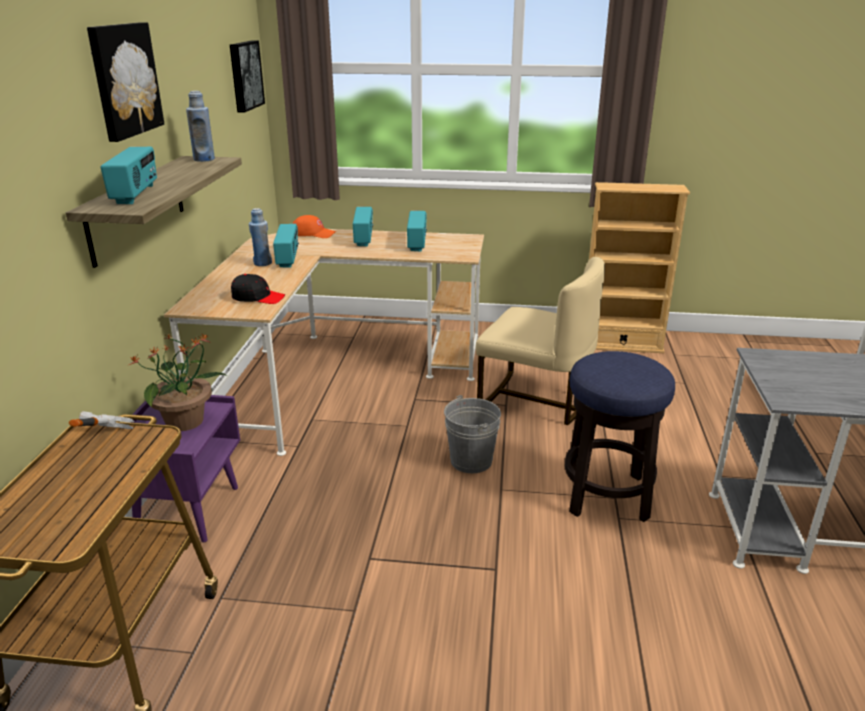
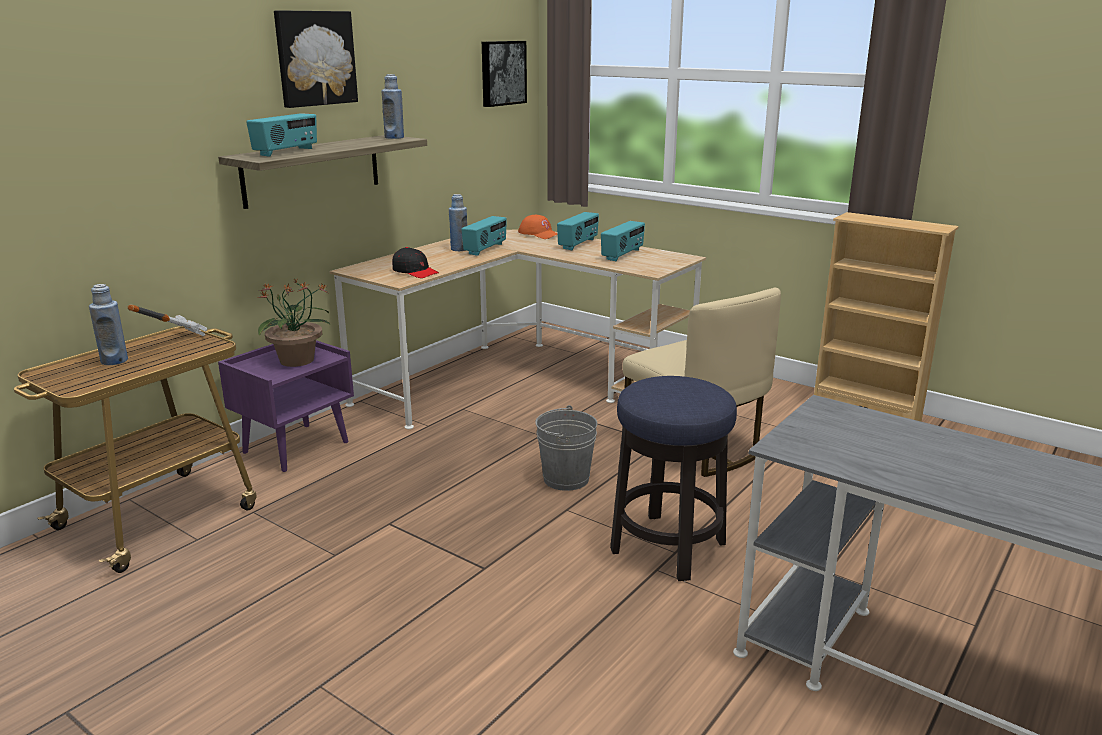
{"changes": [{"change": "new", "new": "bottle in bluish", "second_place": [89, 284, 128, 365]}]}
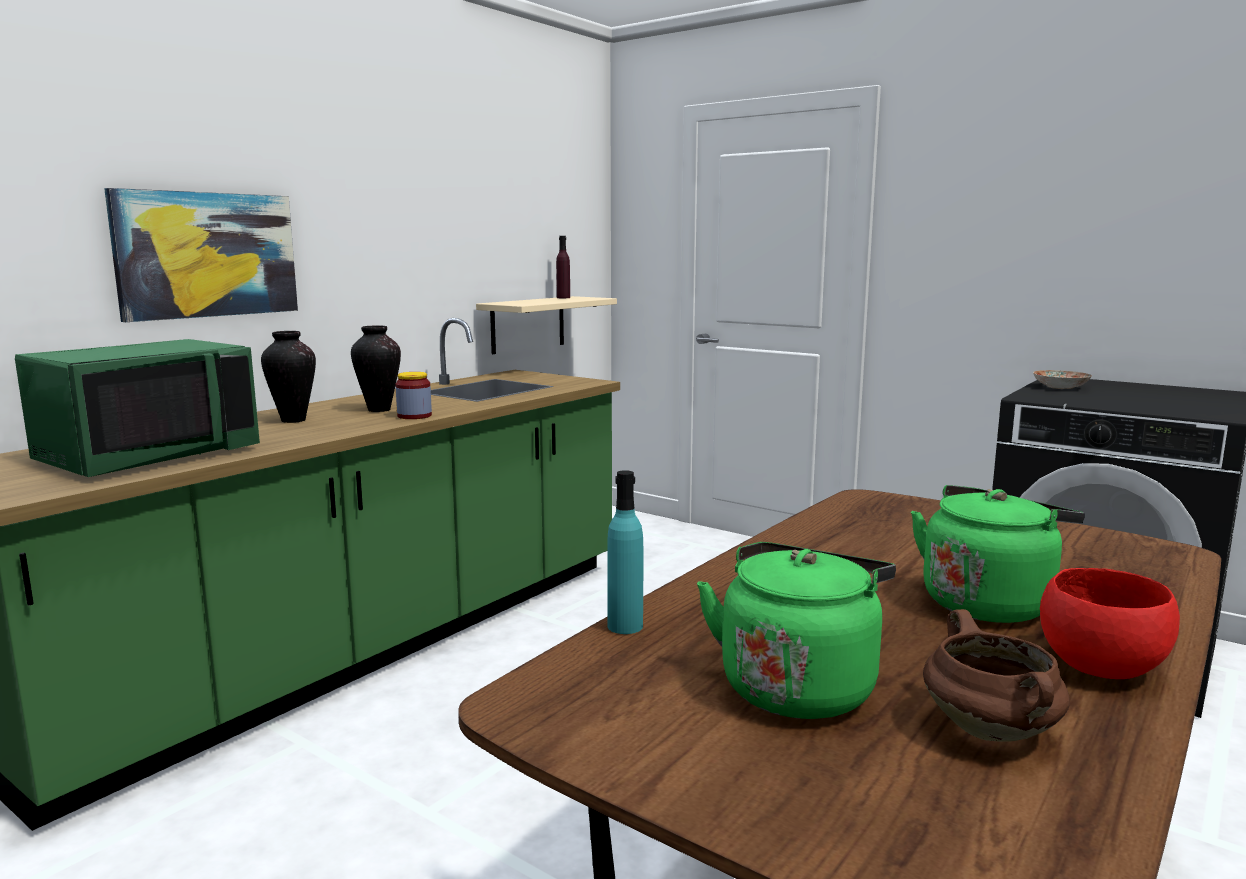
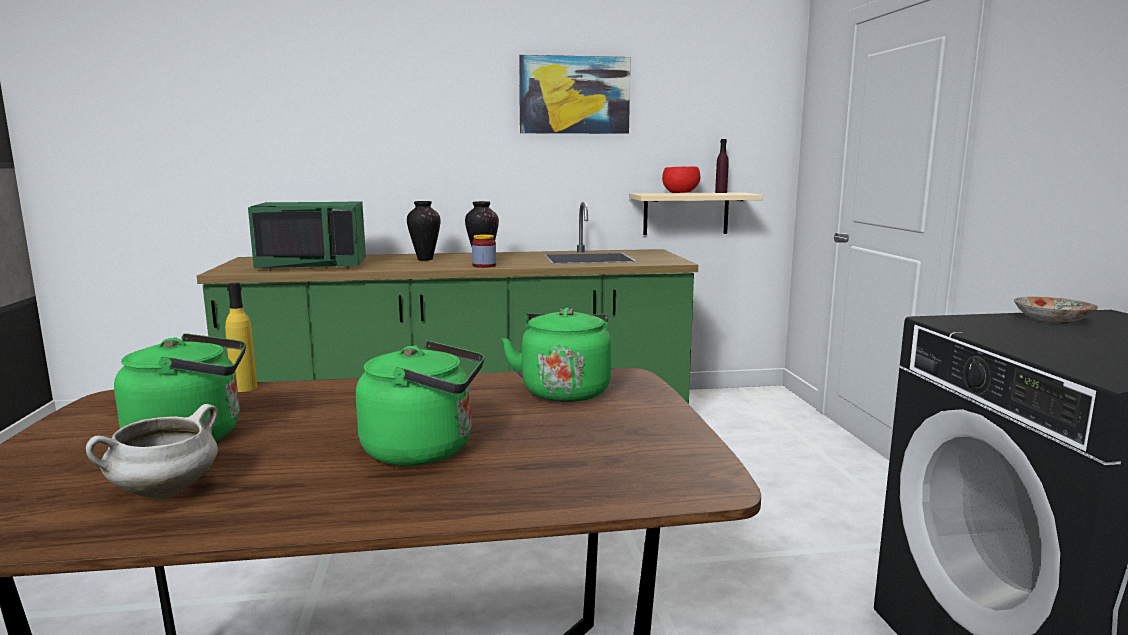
{"changes": [{"change": "new", "new": "tea kettle in greenish", "second_place": [502, 308, 612, 402]}, {"change": "shifted", "old": "picture", "first_place": [104, 188, 298, 322], "second_place": [519, 55, 630, 134]}, {"change": "shifted", "old": "deep dish in reddish", "first_place": [1040, 568, 1180, 679], "second_place": [662, 166, 700, 193]}, {"change": "repainted", "old": "bottle in turquoise", "new": "bottle in yellow", "first_place": [607, 470, 643, 634], "second_place": [225, 283, 257, 392]}, {"change": "repainted", "old": "saucepot in brown-coloured", "new": "saucepot in white", "first_place": [923, 609, 1070, 742], "second_place": [86, 404, 218, 498]}]}
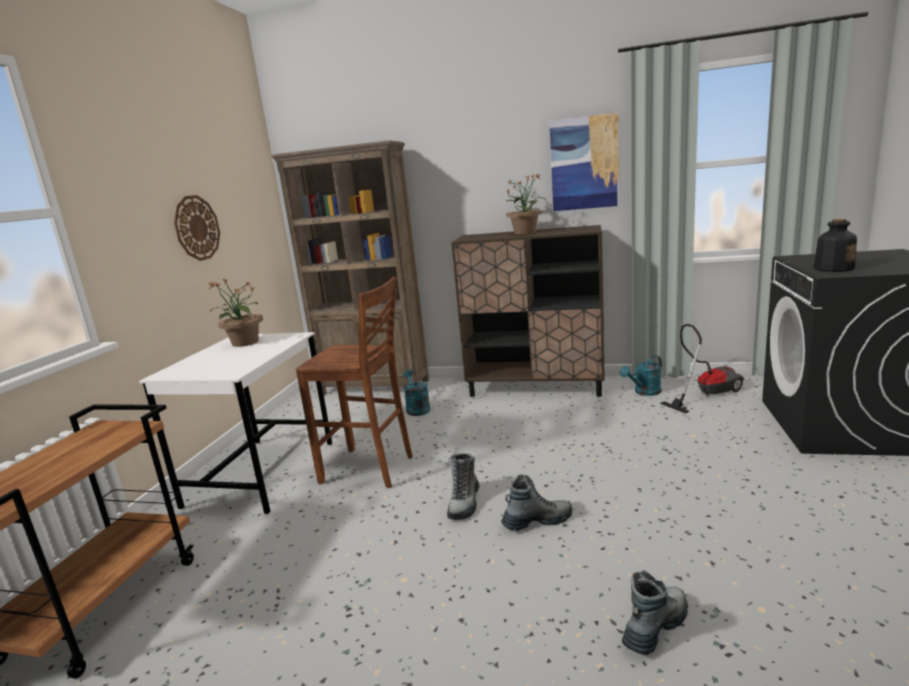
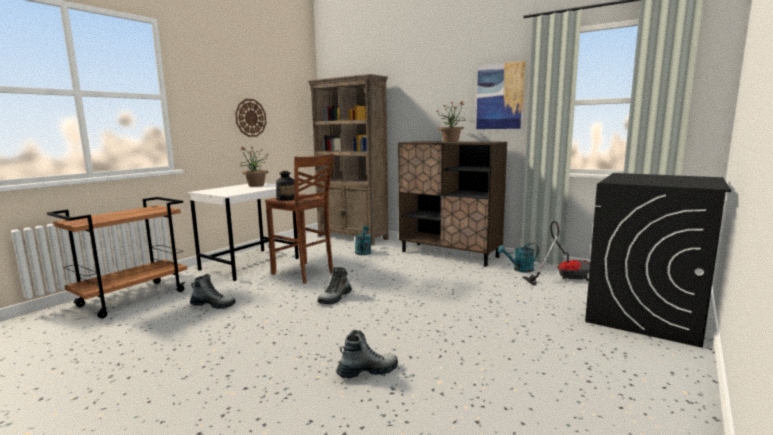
{"changes": [{"change": "shifted", "old": "high-top boot", "first_place": [501, 474, 572, 531], "second_place": [190, 274, 236, 309]}, {"change": "shifted", "old": "bottle", "first_place": [813, 219, 857, 272], "second_place": [276, 171, 294, 201]}]}
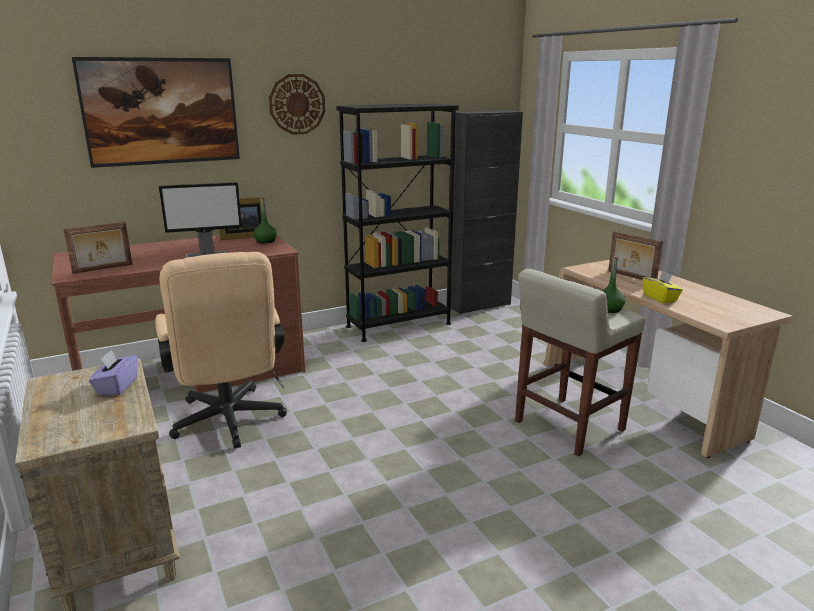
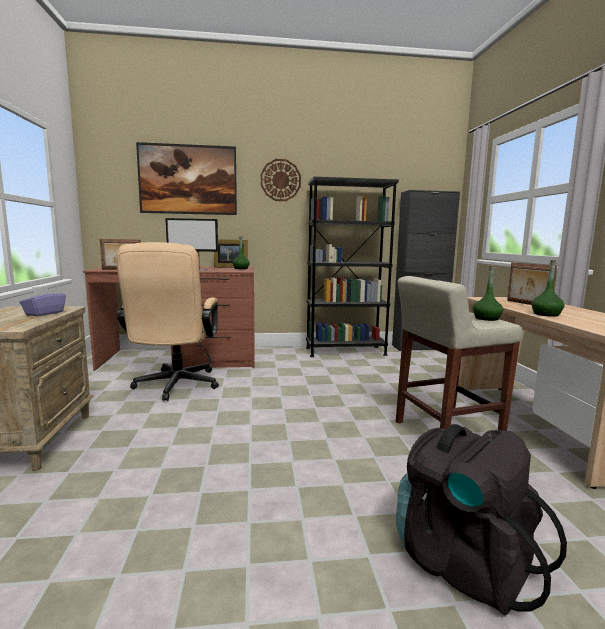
{"changes": [{"change": "new", "new": "backpack in black", "second_place": [396, 424, 567, 616]}, {"change": "swapped", "old": "tissue holder in yellow", "new": "bottle in greenish", "first_place": [643, 271, 683, 304], "second_place": [531, 260, 565, 317]}]}
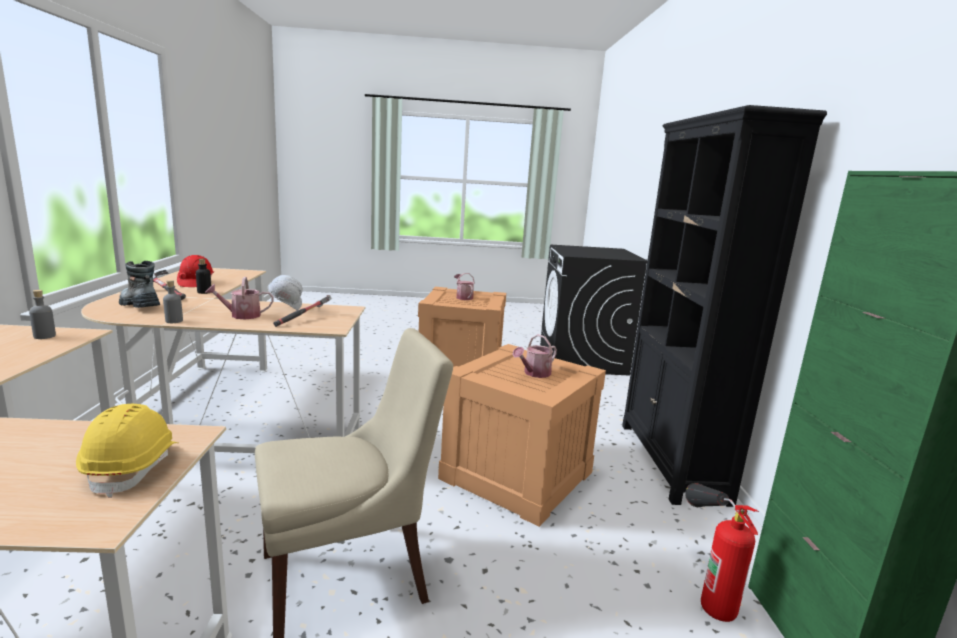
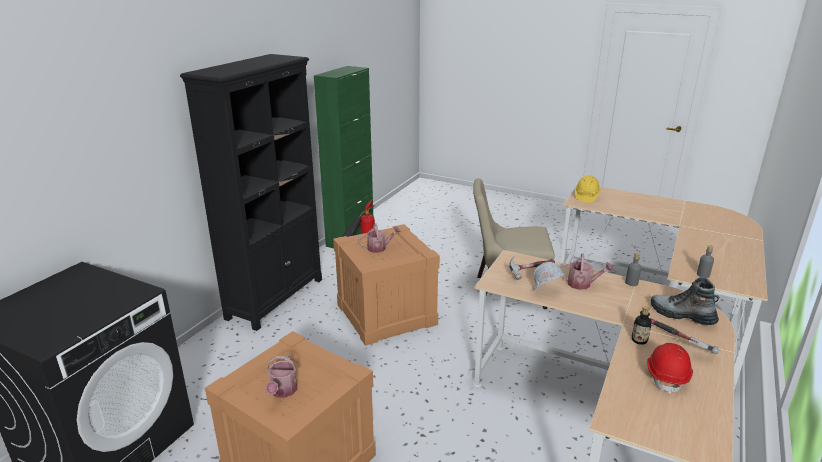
{"changes": [{"change": "rotated", "old": "high-top boot", "first_place": [119, 261, 160, 308], "second_place": [651, 277, 719, 325], "degrees": 150}]}
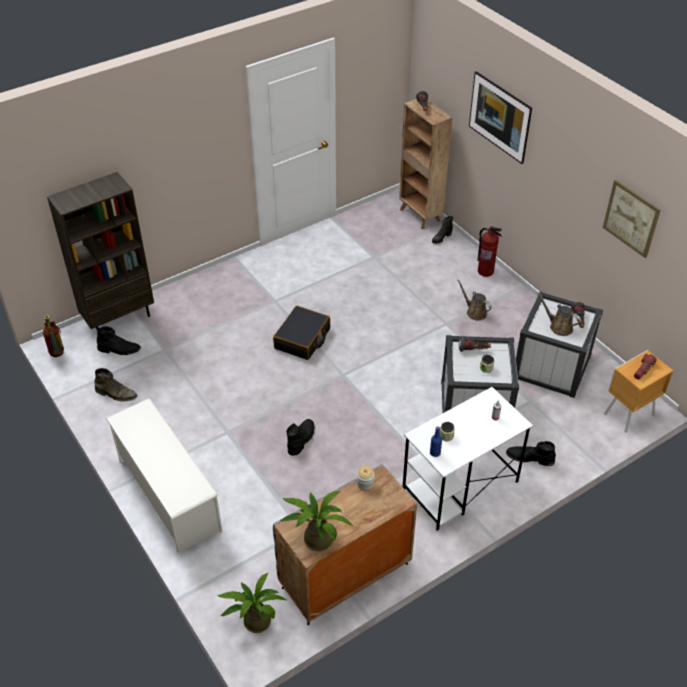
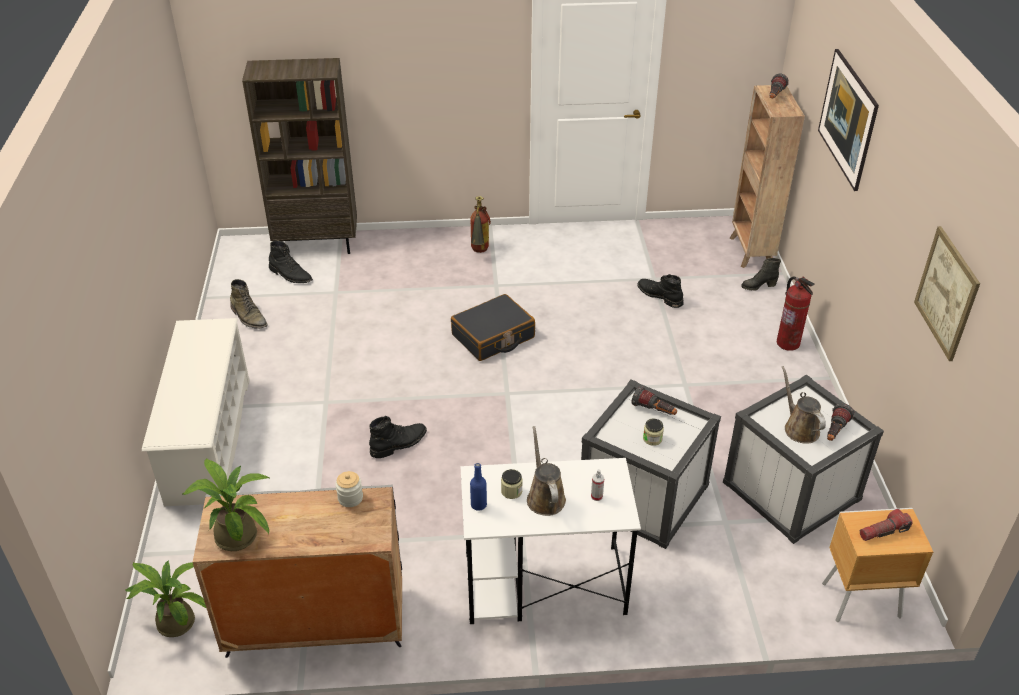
{"changes": [{"change": "shifted", "old": "extinguisher", "first_place": [43, 315, 64, 357], "second_place": [470, 196, 491, 253]}, {"change": "shifted", "old": "sprinkling can in brown-coloured", "first_place": [457, 280, 492, 320], "second_place": [527, 426, 566, 516]}, {"change": "shifted", "old": "high-top boot in black", "first_place": [506, 441, 556, 466], "second_place": [637, 274, 684, 308]}]}
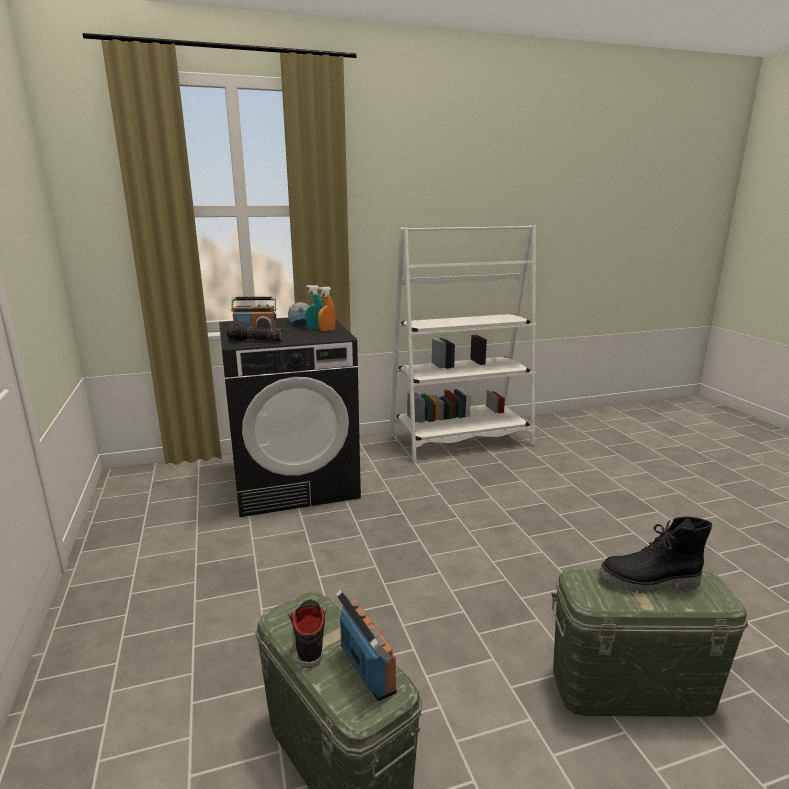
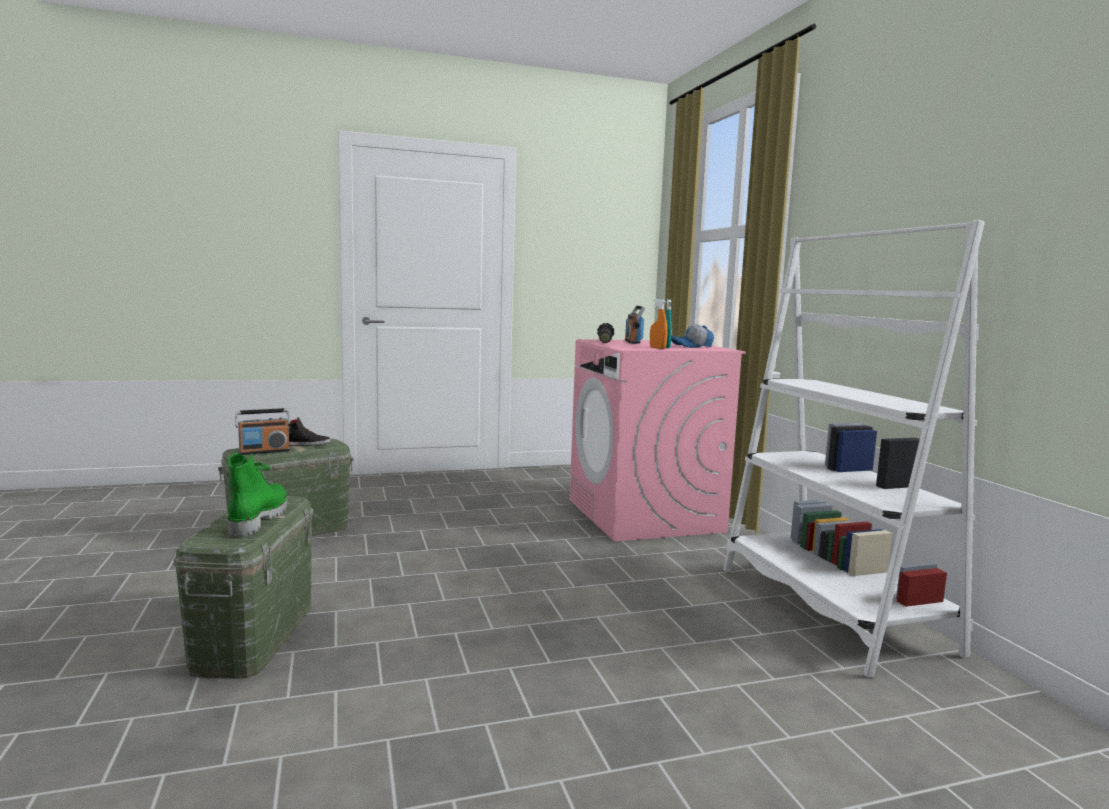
{"changes": [{"change": "repainted", "old": "laundry machine in black", "new": "laundry machine in pink", "first_place": [219, 318, 361, 517], "second_place": [570, 339, 746, 541]}, {"change": "repainted", "old": "high-top boot in black", "new": "high-top boot in greenish", "first_place": [599, 516, 713, 593], "second_place": [228, 452, 288, 537]}]}
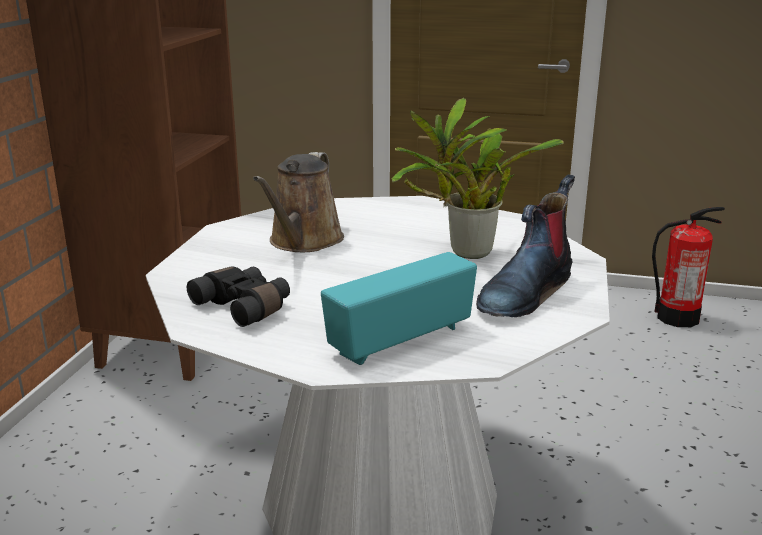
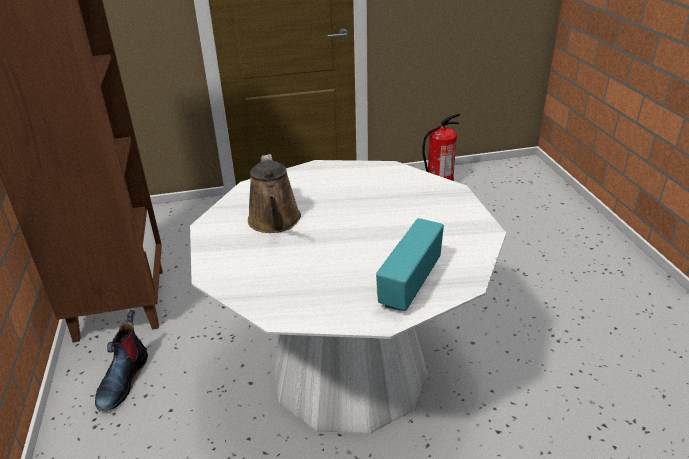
{"changes": [{"change": "gone", "old": "field glasses in black", "first_place": [187, 266, 290, 327]}, {"change": "gone", "old": "potted plant", "first_place": [392, 98, 564, 259]}, {"change": "shifted", "old": "high-top boot", "first_place": [476, 174, 575, 317], "second_place": [95, 310, 148, 411]}]}
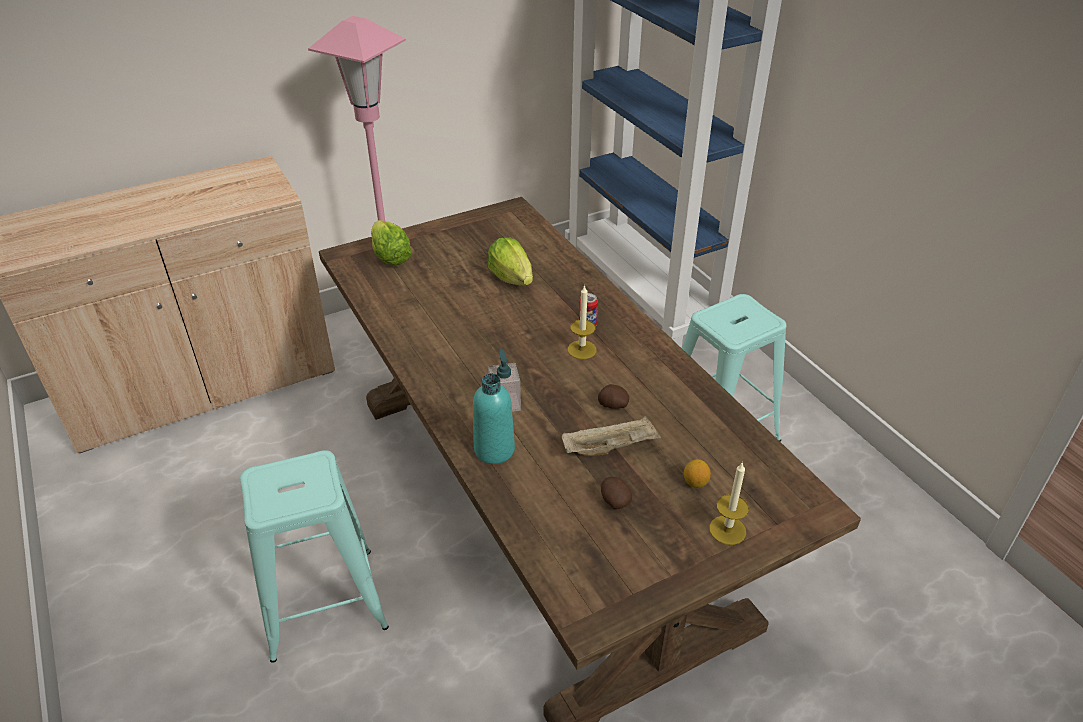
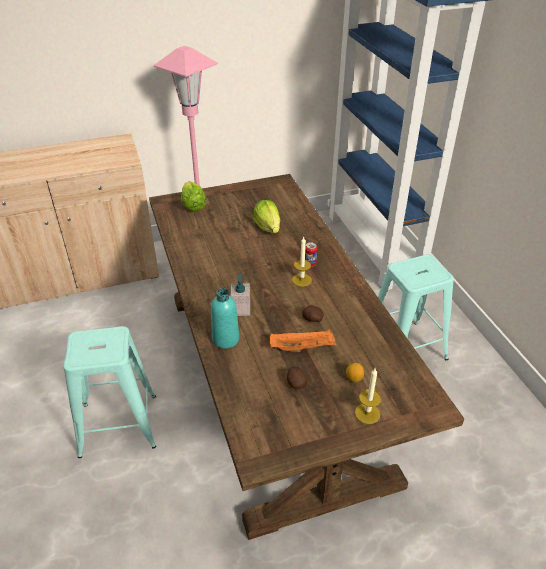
{"changes": [{"change": "repainted", "old": "serving tray in sand-coloured", "new": "serving tray in orangey", "first_place": [562, 416, 661, 456], "second_place": [270, 329, 337, 352]}]}
